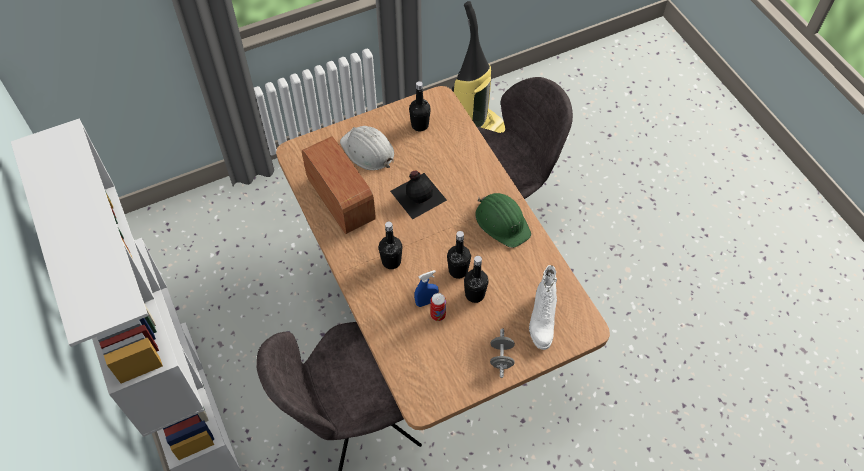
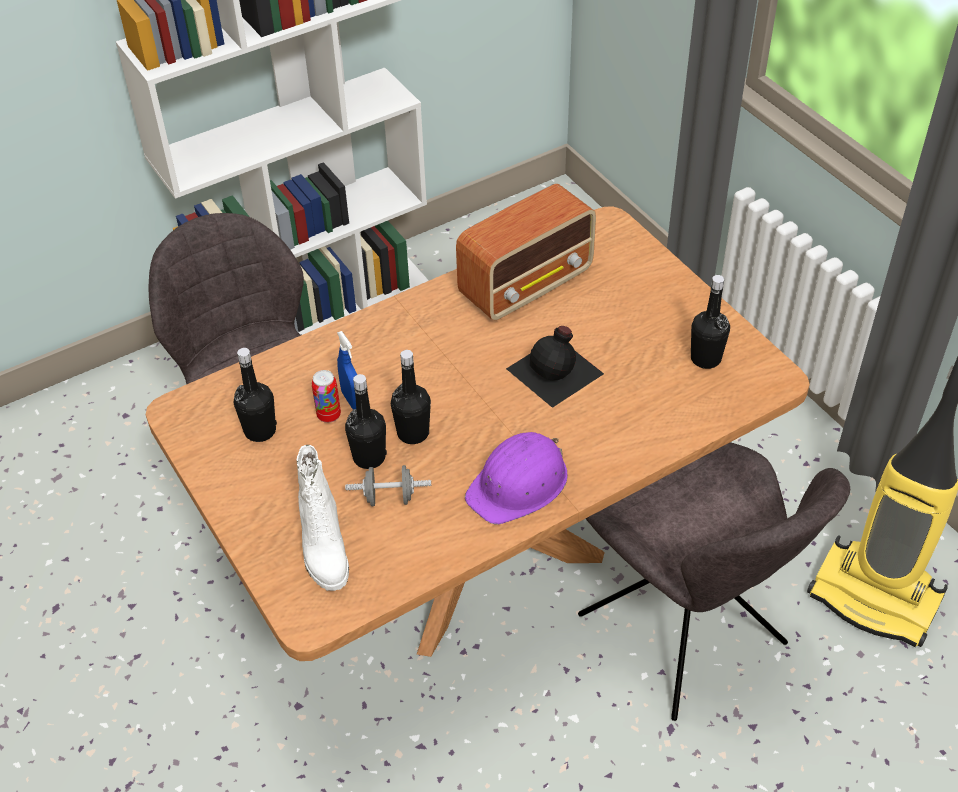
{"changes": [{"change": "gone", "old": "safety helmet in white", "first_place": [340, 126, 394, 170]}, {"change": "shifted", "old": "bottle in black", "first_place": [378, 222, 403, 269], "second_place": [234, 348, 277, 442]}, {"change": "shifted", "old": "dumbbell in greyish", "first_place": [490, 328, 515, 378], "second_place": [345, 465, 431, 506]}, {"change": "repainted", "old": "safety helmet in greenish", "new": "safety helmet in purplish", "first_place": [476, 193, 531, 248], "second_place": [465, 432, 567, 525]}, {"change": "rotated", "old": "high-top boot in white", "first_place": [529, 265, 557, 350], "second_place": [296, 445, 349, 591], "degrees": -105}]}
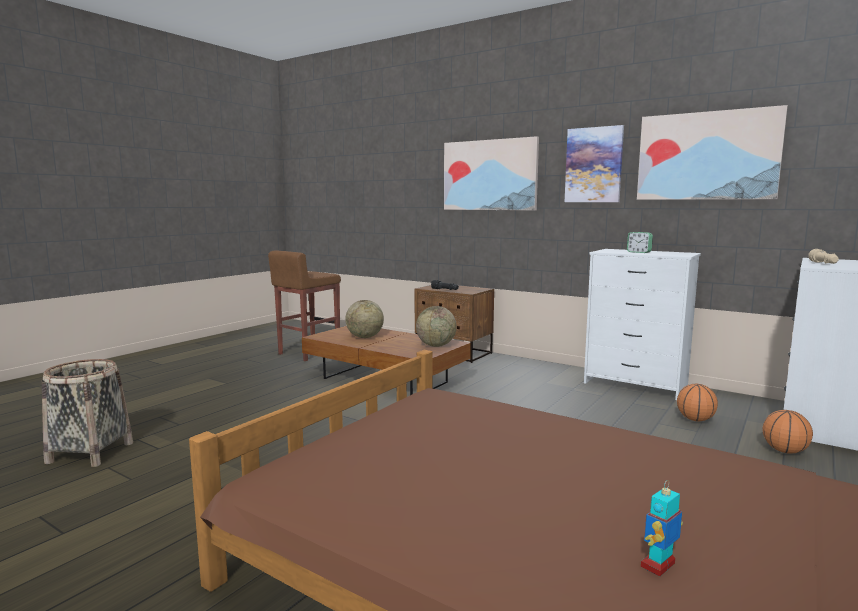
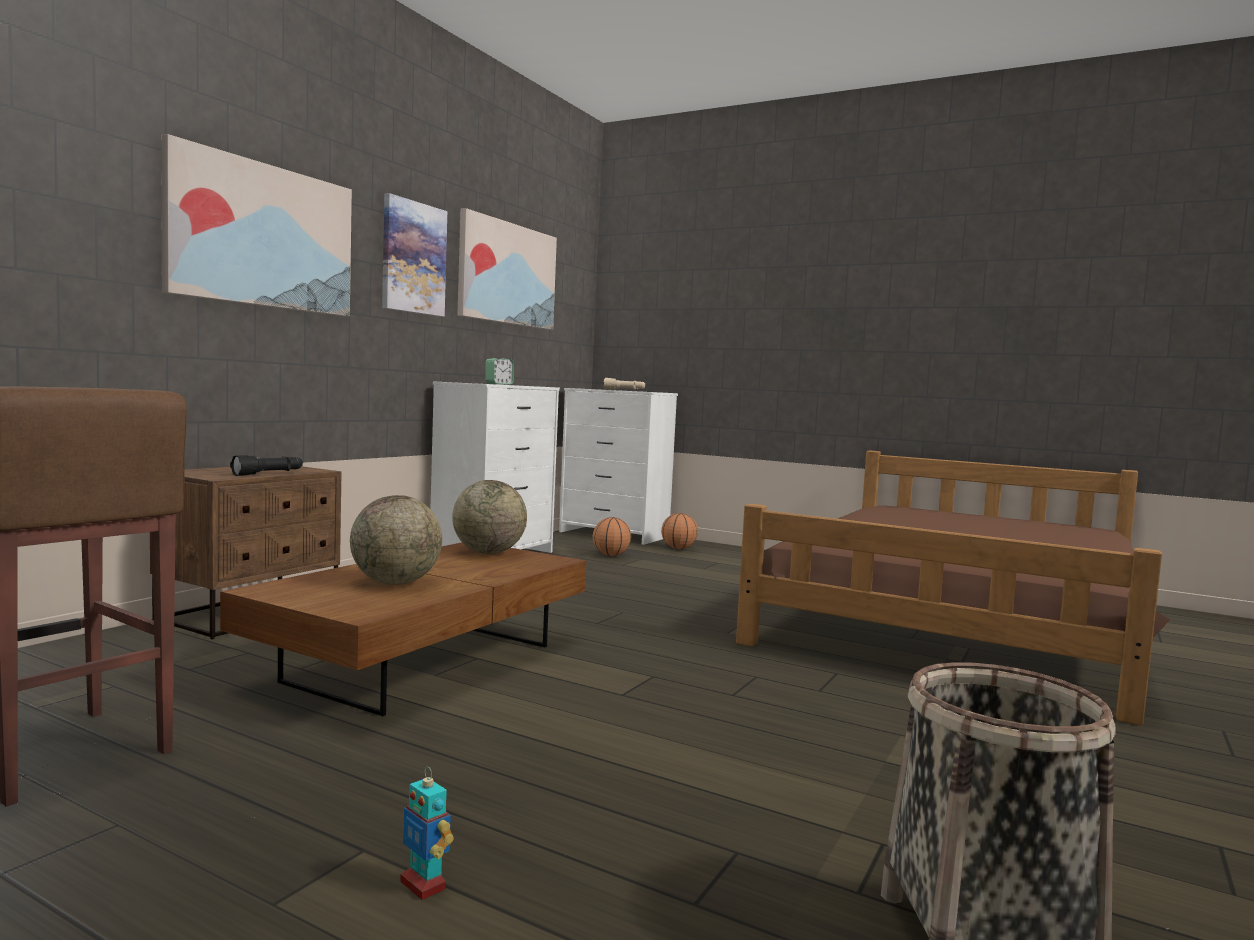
{"changes": [{"change": "shifted", "old": "robot figure", "first_place": [641, 480, 683, 576], "second_place": [400, 767, 454, 900]}]}
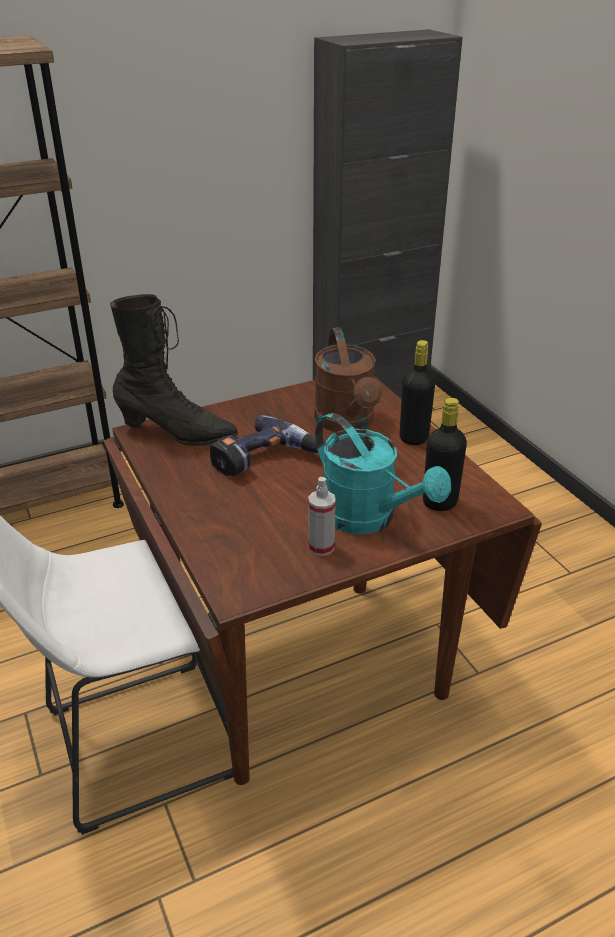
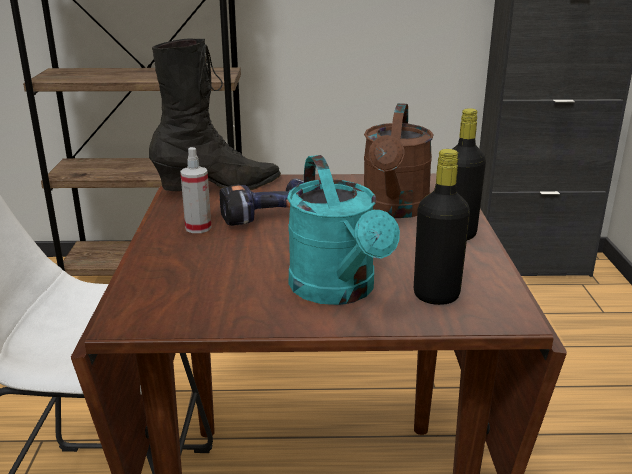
{"changes": [{"change": "shifted", "old": "spray bottle", "first_place": [308, 477, 336, 556], "second_place": [180, 147, 212, 233]}, {"change": "rotated", "old": "high-top boot in black", "first_place": [110, 294, 238, 446], "second_place": [149, 38, 281, 191], "degrees": -60}]}
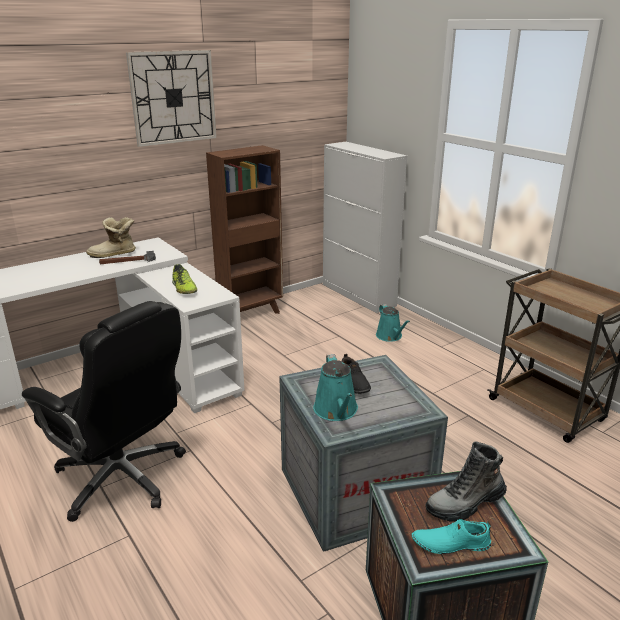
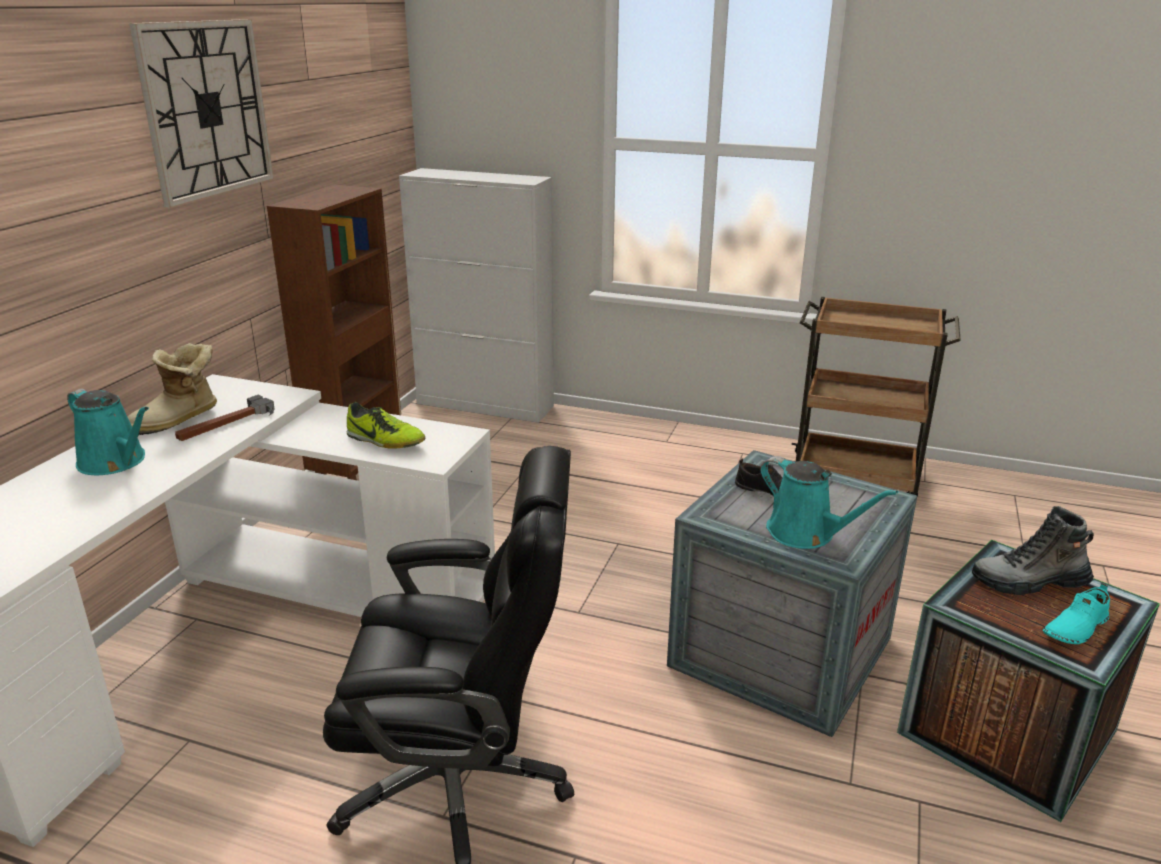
{"changes": [{"change": "shifted", "old": "sprinkling can in turquoise", "first_place": [376, 304, 410, 342], "second_place": [67, 389, 149, 475]}, {"change": "rotated", "old": "high-top boot", "first_place": [425, 441, 507, 522], "second_place": [972, 506, 1094, 595], "degrees": 60}]}
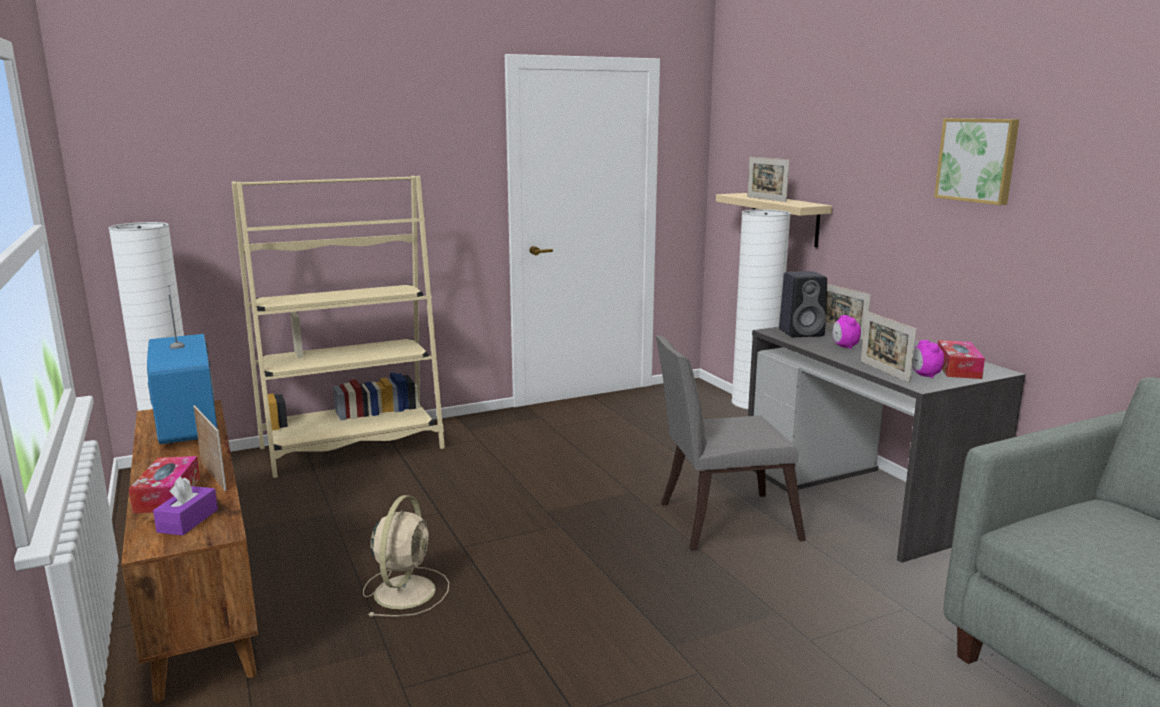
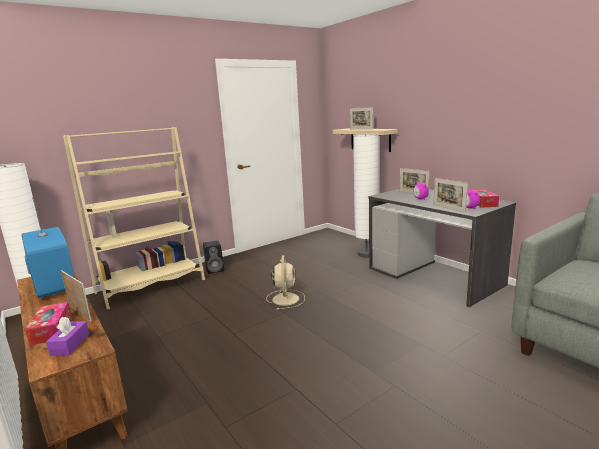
{"changes": [{"change": "gone", "old": "plain chair in greyish", "first_place": [656, 335, 806, 550]}, {"change": "gone", "old": "picture", "first_place": [934, 118, 1019, 205]}, {"change": "shifted", "old": "cooling fan in sand-coloured", "first_place": [363, 495, 449, 617], "second_place": [266, 255, 305, 310]}, {"change": "shifted", "old": "speaker in black", "first_place": [779, 271, 827, 337], "second_place": [203, 241, 224, 274]}]}
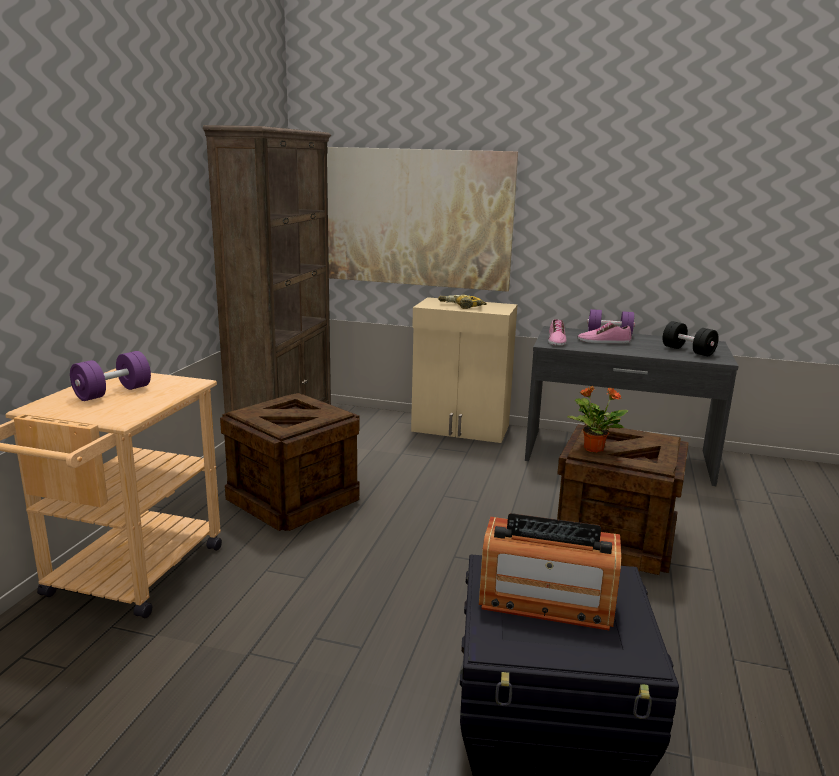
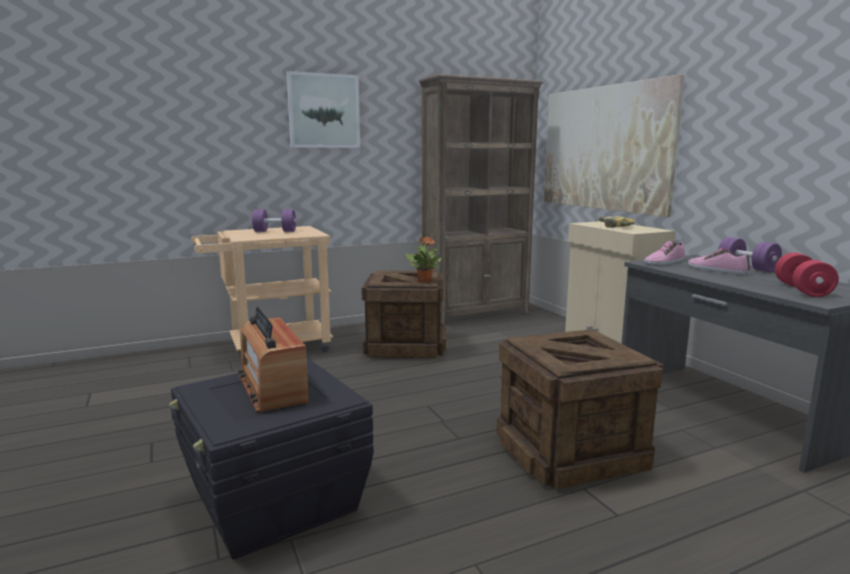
{"changes": [{"change": "new", "new": "picture", "second_place": [287, 71, 360, 148]}, {"change": "shifted", "old": "potted plant", "first_place": [568, 386, 628, 453], "second_place": [405, 236, 441, 282]}, {"change": "repainted", "old": "dumbbell in black", "new": "dumbbell in reddish", "first_place": [663, 321, 719, 356], "second_place": [775, 252, 839, 297]}]}
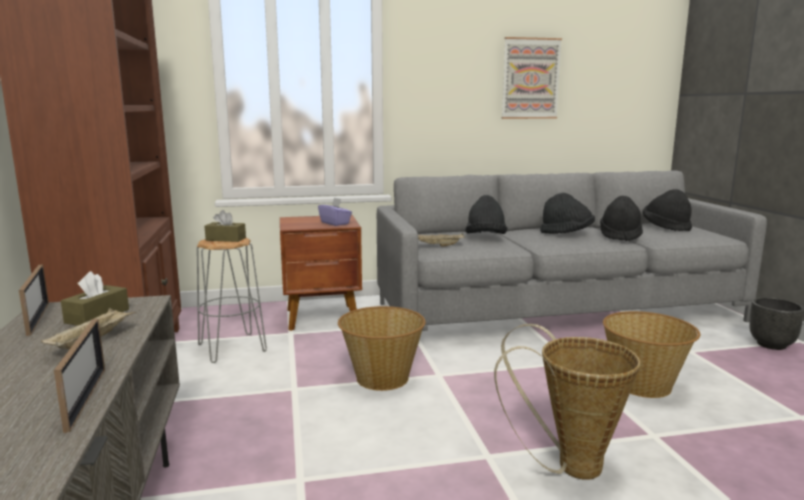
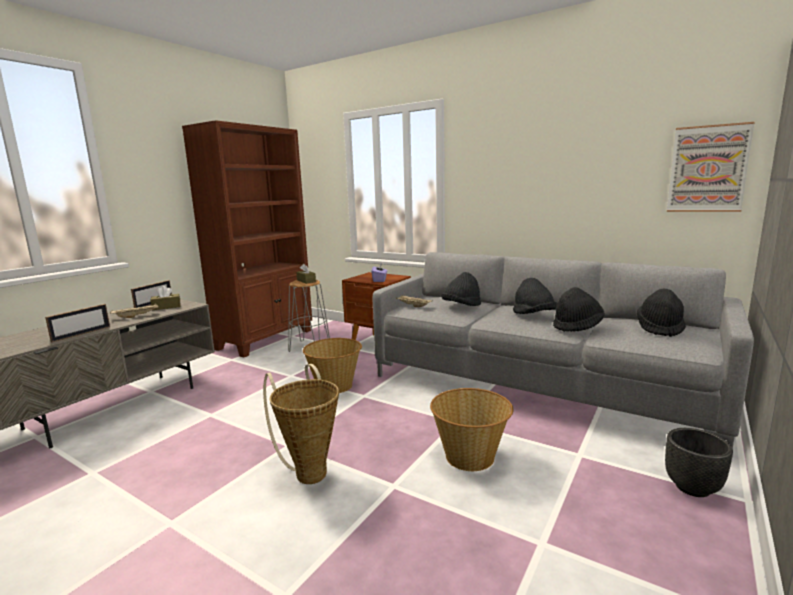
{"changes": [{"change": "shifted", "old": "picture", "first_place": [501, 37, 562, 119], "second_place": [667, 122, 754, 212]}]}
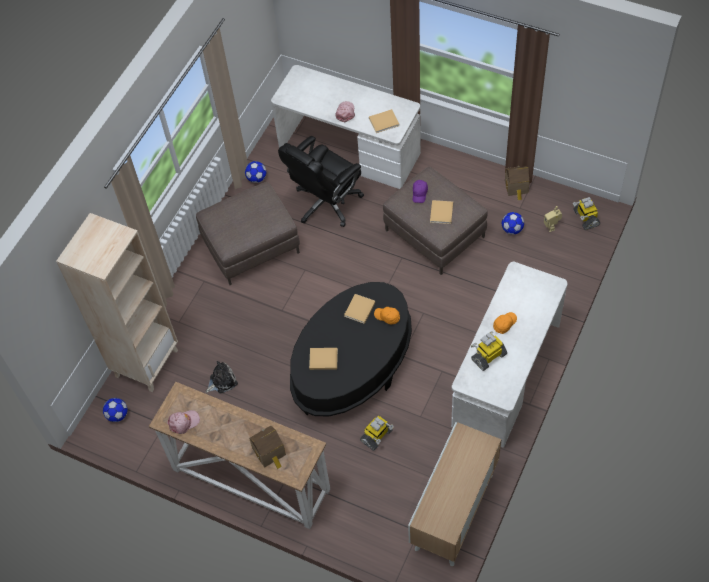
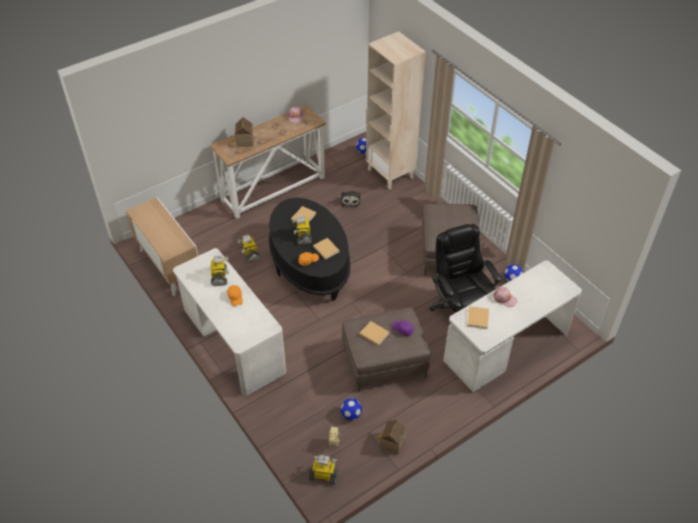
{"changes": [{"change": "new", "new": "robot figure", "second_place": [293, 216, 312, 244]}]}
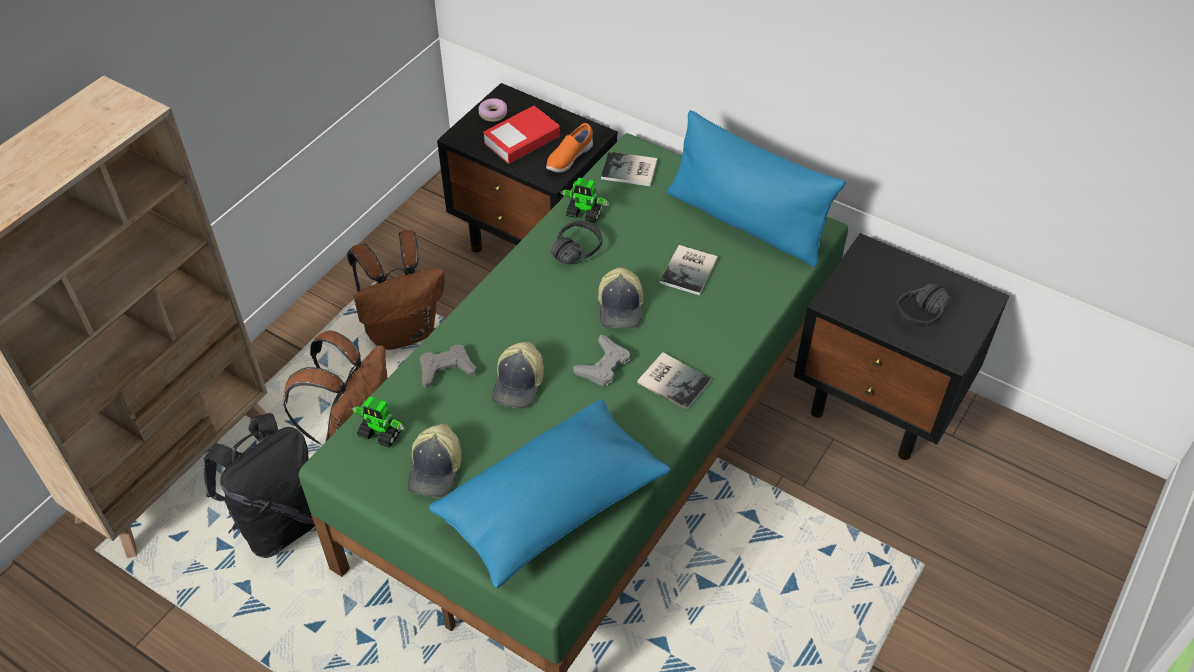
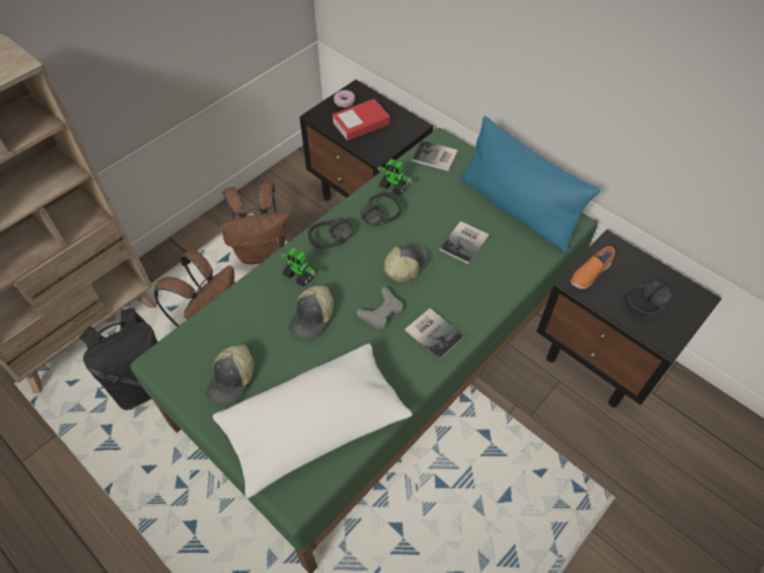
{"changes": [{"change": "gone", "old": "joypad in greyish", "first_place": [419, 345, 477, 388]}, {"change": "new", "new": "pair of headphones in black", "second_place": [308, 218, 352, 249]}, {"change": "shifted", "old": "robot figure", "first_place": [352, 396, 405, 448], "second_place": [281, 248, 316, 287]}, {"change": "shifted", "old": "item of footwear in orangey", "first_place": [546, 123, 593, 173], "second_place": [571, 246, 615, 289]}, {"change": "repainted", "old": "throw pillow in bluish", "new": "throw pillow in white", "first_place": [429, 399, 671, 588], "second_place": [213, 343, 412, 498]}, {"change": "rotated", "old": "cap", "first_place": [598, 267, 643, 328], "second_place": [384, 245, 430, 282], "degrees": -150}]}
